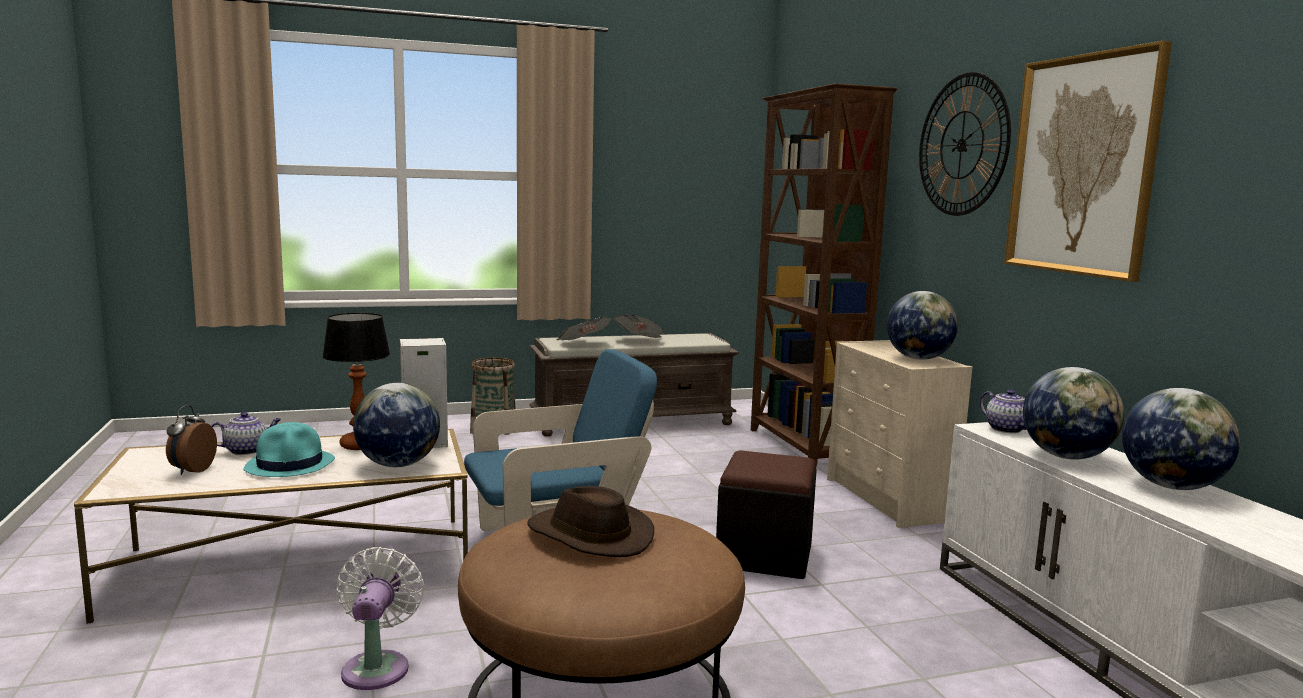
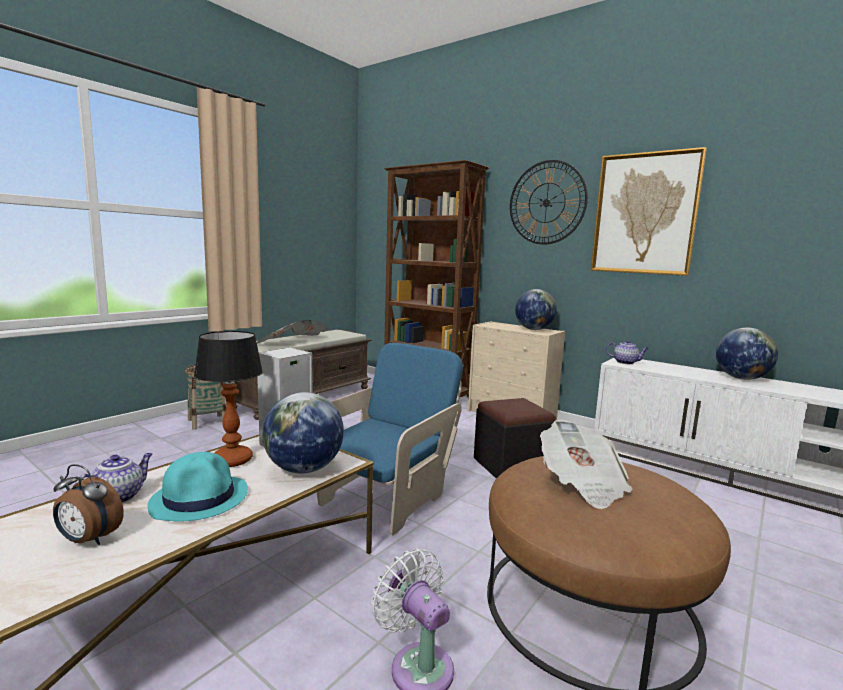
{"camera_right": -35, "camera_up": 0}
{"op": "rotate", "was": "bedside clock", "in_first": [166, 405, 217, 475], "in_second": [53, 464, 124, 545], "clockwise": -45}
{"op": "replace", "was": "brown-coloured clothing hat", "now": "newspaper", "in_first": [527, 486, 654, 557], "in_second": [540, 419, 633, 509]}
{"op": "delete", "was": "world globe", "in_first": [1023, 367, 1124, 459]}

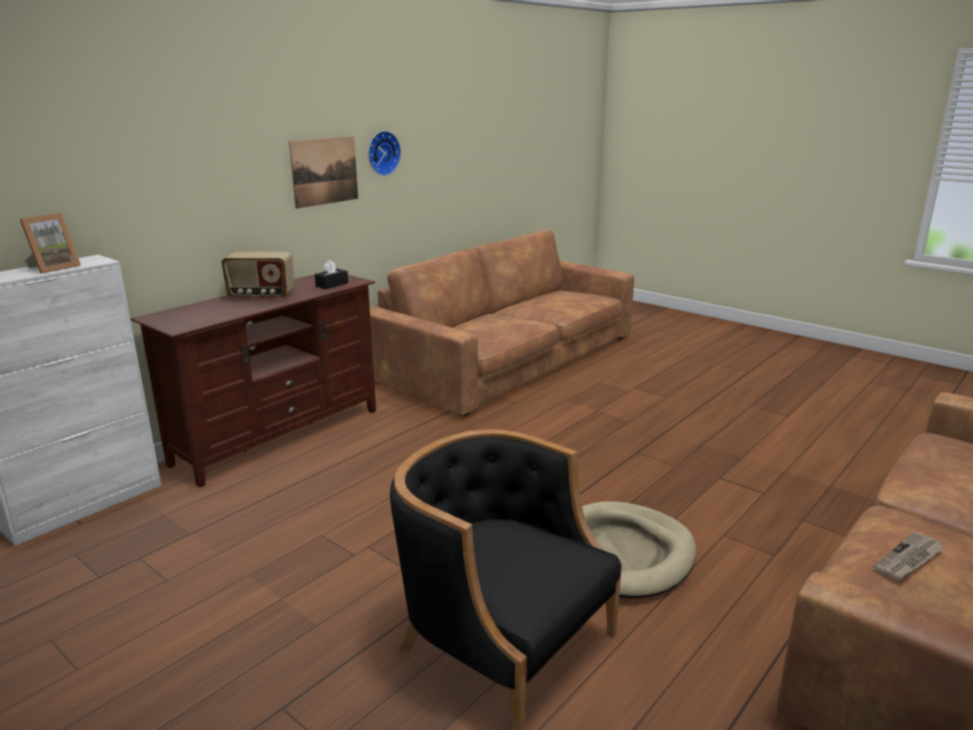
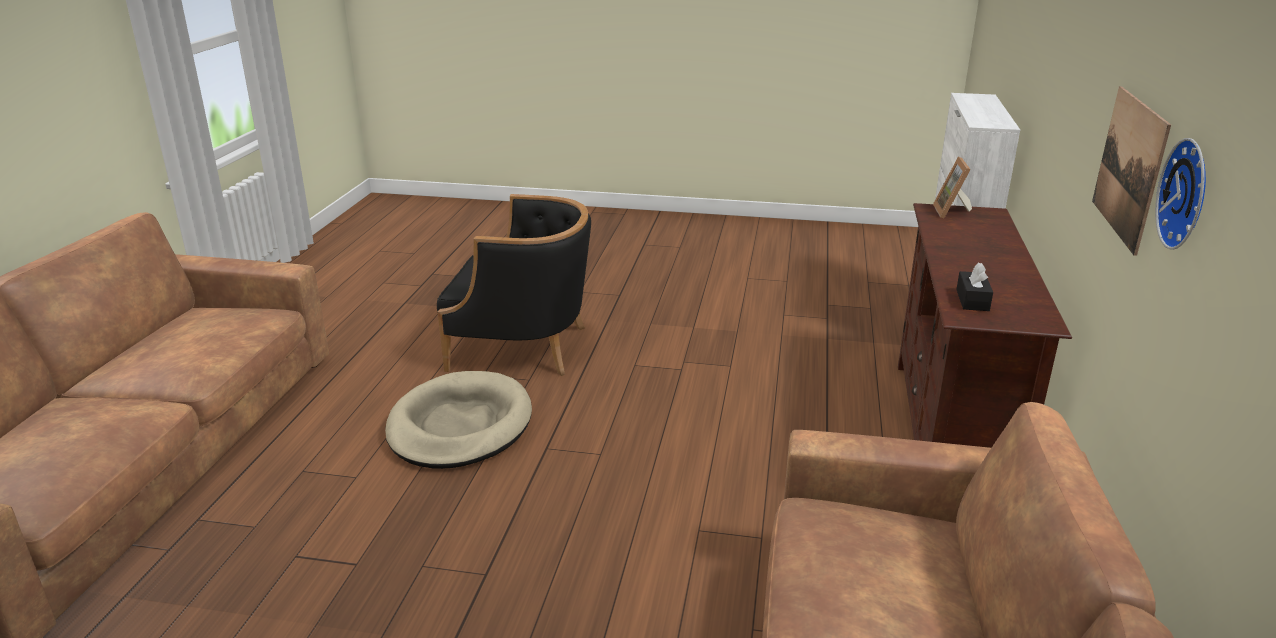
{"camera_right": 150, "camera_up": 5}
{"op": "move", "was": "photo frame", "in_first": [20, 213, 81, 274], "in_second": [933, 157, 972, 218]}
{"op": "delete", "was": "radio", "in_first": [222, 252, 294, 299]}
{"op": "delete", "was": "newspaper", "in_first": [873, 532, 945, 581]}

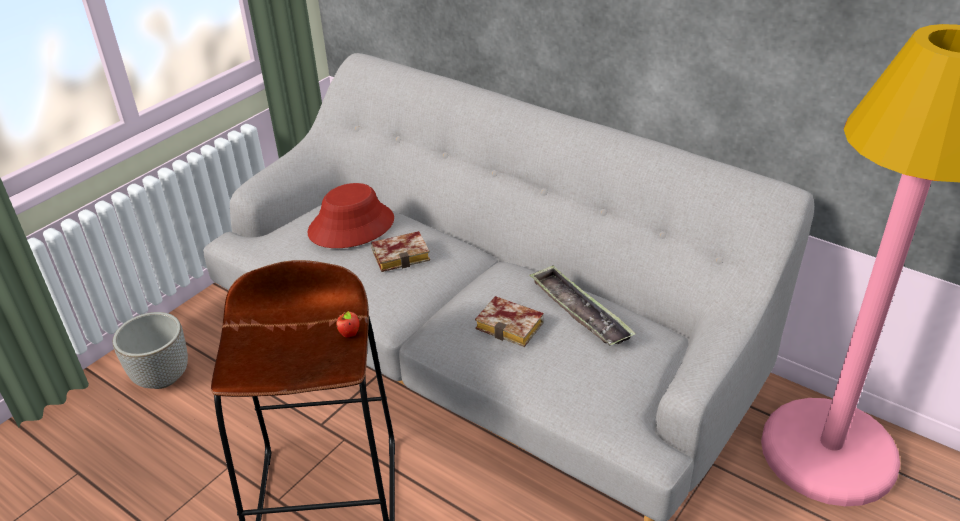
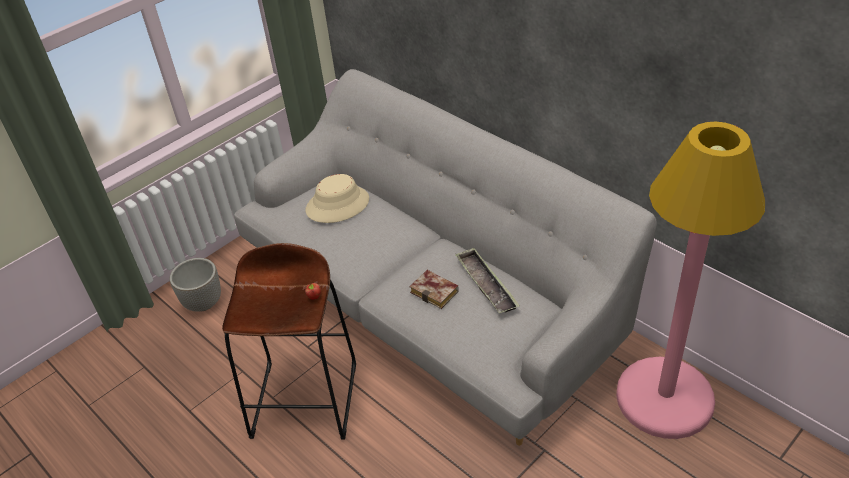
{"camera_right": 10, "camera_up": 5}
{"op": "recolor", "was": "red-coloured clothing hat", "now": "beige-coloured clothing hat", "in_first": [307, 183, 394, 248], "in_second": [305, 174, 369, 223]}
{"op": "delete", "was": "volume", "in_first": [371, 231, 430, 272]}

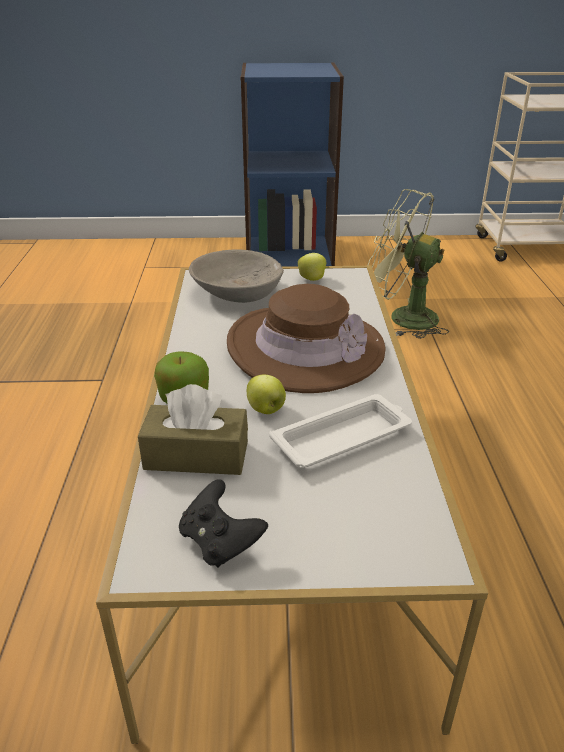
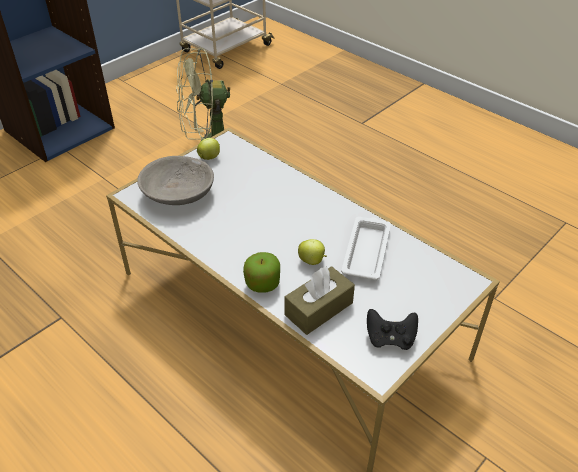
{"camera_right": -45, "camera_up": 10}
{"op": "delete", "was": "brown-coloured clothing hat", "in_first": [227, 284, 386, 393]}

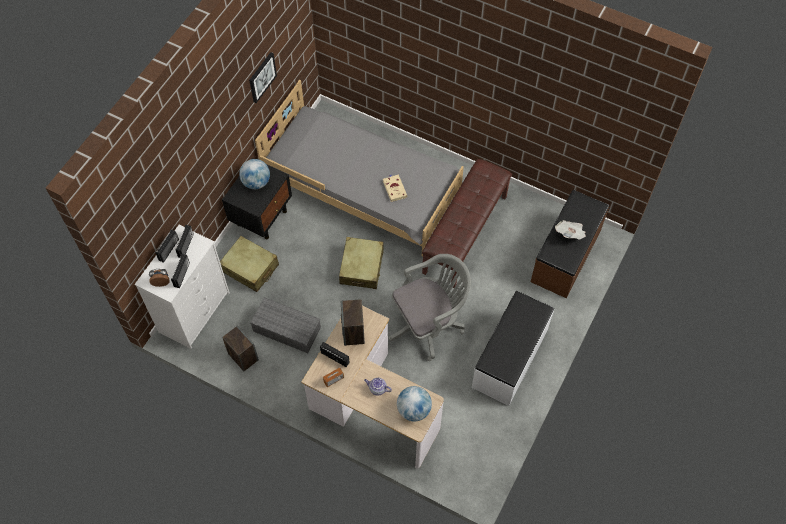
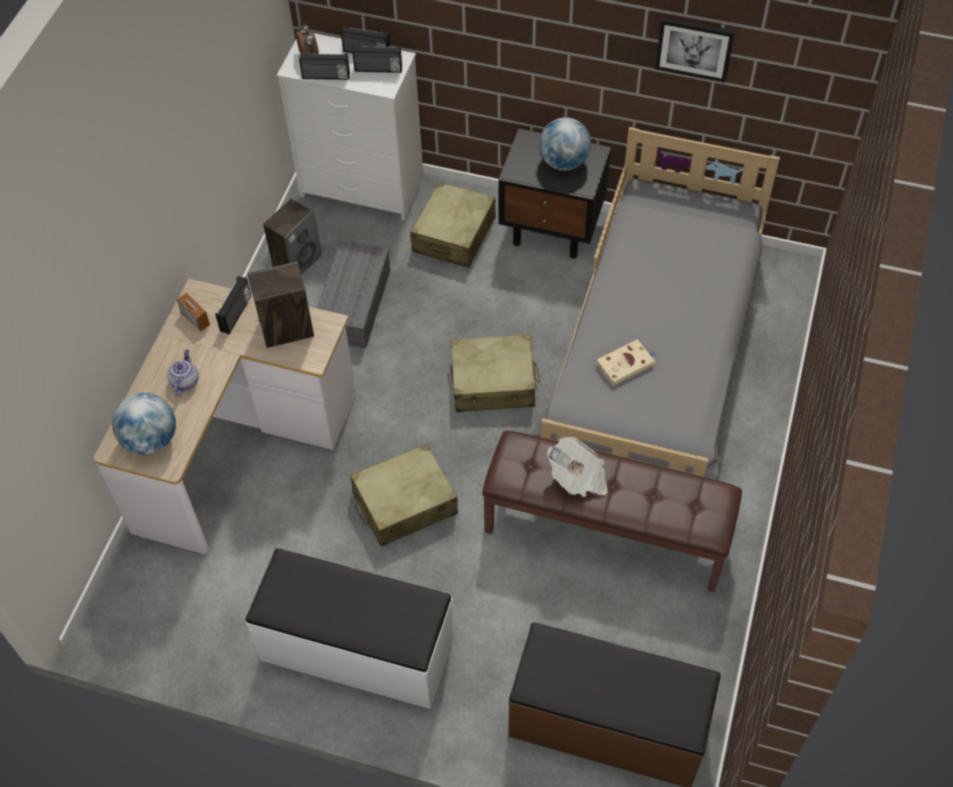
{"camera_right": 80, "camera_up": -5}
{"op": "replace", "was": "gray computer chair", "now": "beige-coloured travel case", "in_first": [389, 254, 471, 361], "in_second": [350, 443, 458, 547]}
{"op": "move", "was": "newspaper", "in_first": [555, 220, 586, 240], "in_second": [547, 437, 608, 497]}

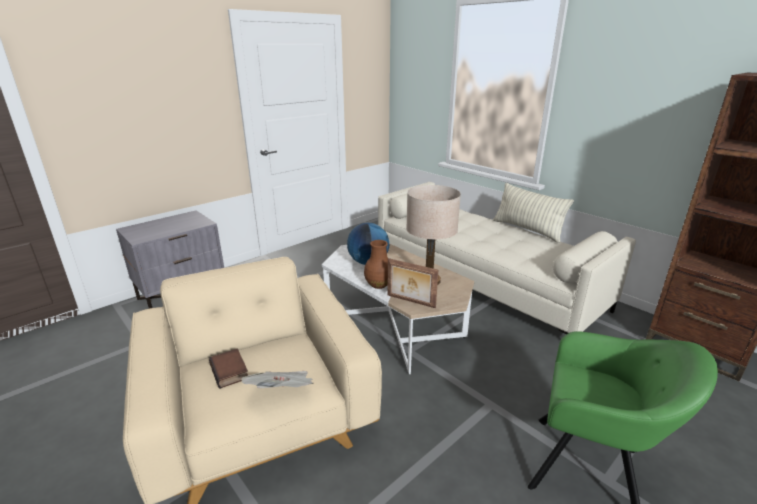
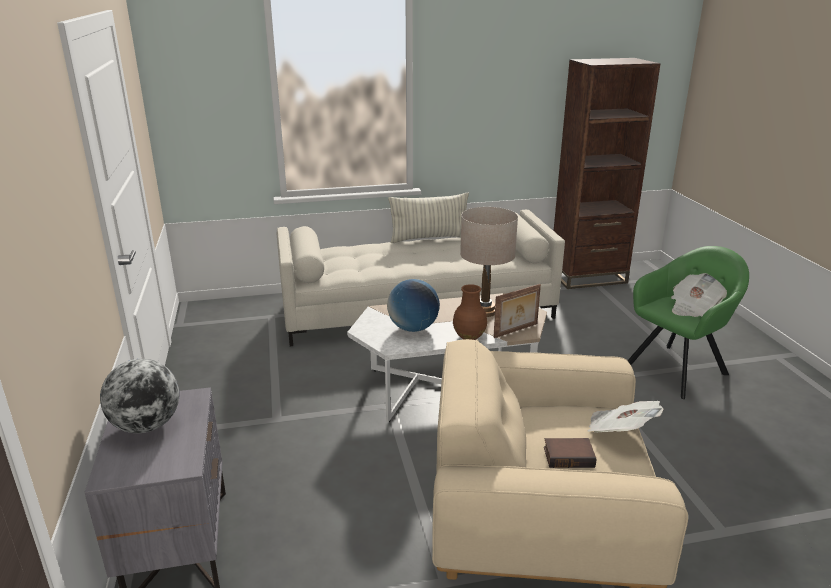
{"camera_right": -60, "camera_up": 0}
{"op": "insert", "now": "world globe", "in_second": [100, 359, 179, 433]}
{"op": "insert", "now": "newspaper", "in_second": [671, 273, 727, 317]}

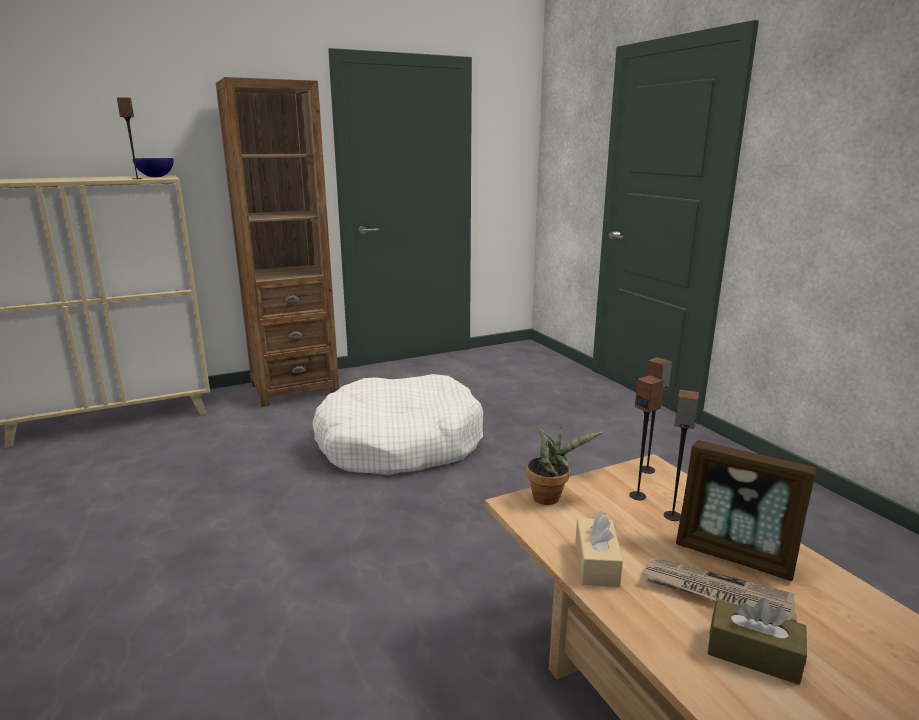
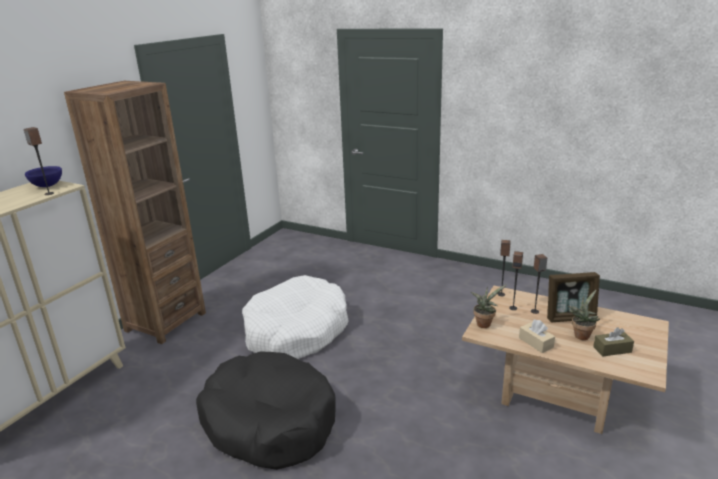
{"camera_right": -35, "camera_up": 5}
{"op": "replace", "was": "newspaper", "now": "potted plant", "in_first": [643, 557, 797, 622], "in_second": [568, 290, 600, 340]}
{"op": "insert", "now": "blackish dog bed", "in_second": [196, 351, 336, 470]}

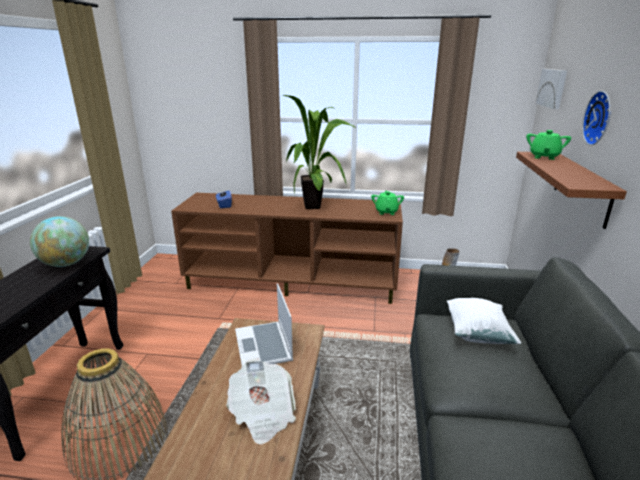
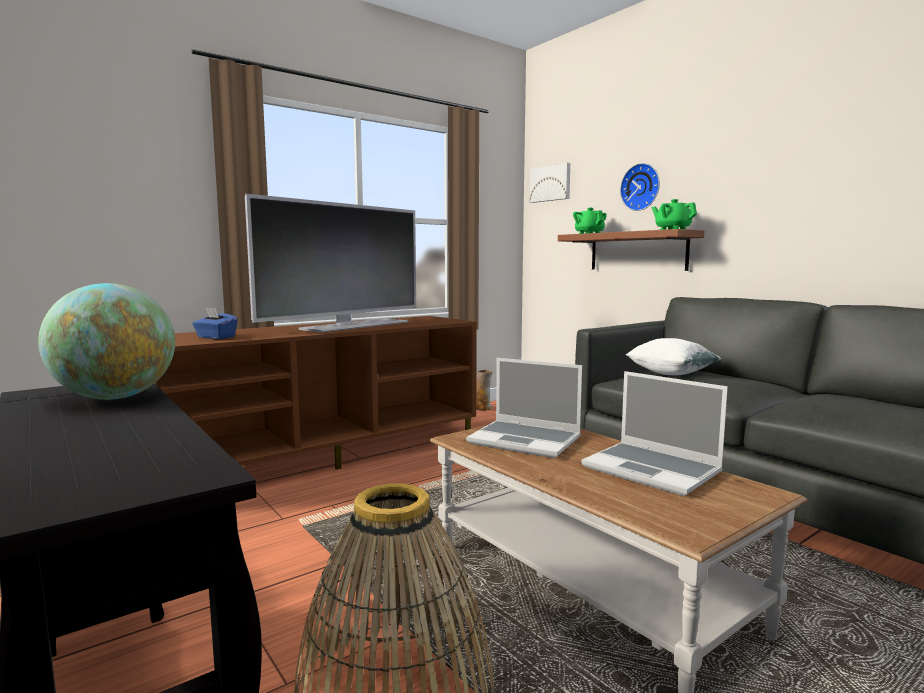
{"camera_right": -45, "camera_up": -15}
{"op": "replace", "was": "newspaper", "now": "portable computer", "in_first": [226, 358, 296, 445], "in_second": [581, 371, 728, 496]}
{"op": "replace", "was": "potted plant", "now": "TV", "in_first": [283, 95, 356, 209], "in_second": [245, 194, 416, 333]}
{"op": "move", "was": "green teapot", "in_first": [371, 191, 404, 215], "in_second": [652, 199, 697, 230]}

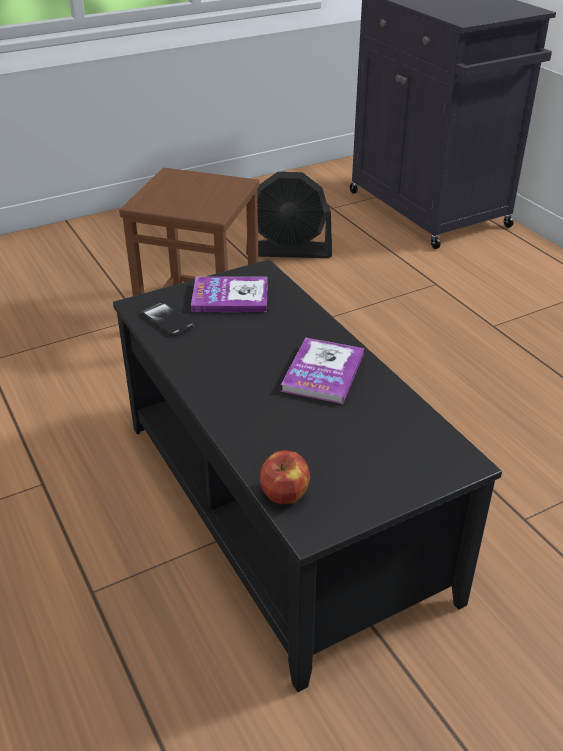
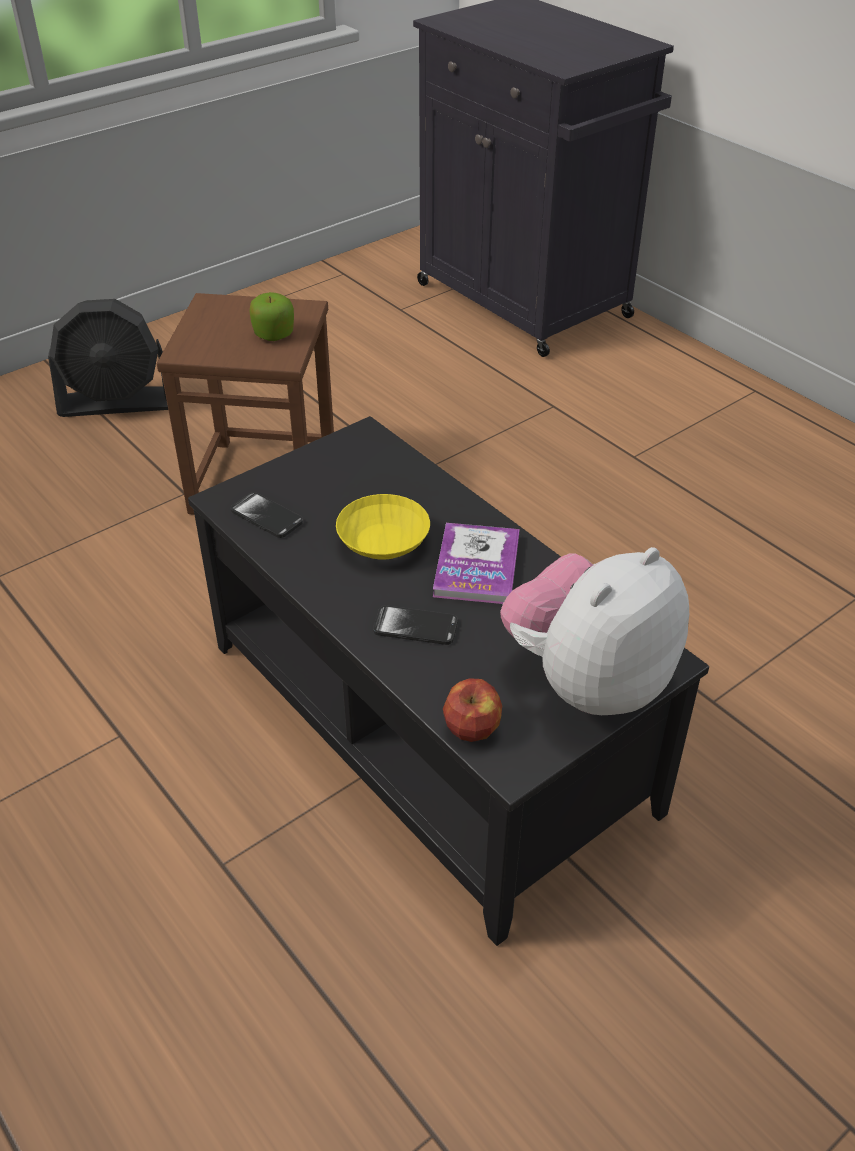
{"camera_right": -10, "camera_up": 5}
{"op": "delete", "was": "volume", "in_first": [191, 277, 268, 312]}
{"op": "move", "was": "blackish fan", "in_first": [246, 172, 332, 258], "in_second": [48, 299, 168, 417]}
{"op": "insert", "now": "whole apple", "in_second": [249, 292, 294, 341]}
{"op": "insert", "now": "yellow deep dish", "in_second": [336, 494, 430, 560]}
{"op": "insert", "now": "handset", "in_second": [373, 605, 458, 645]}
{"op": "insert", "now": "plush toy", "in_second": [500, 547, 689, 715]}

